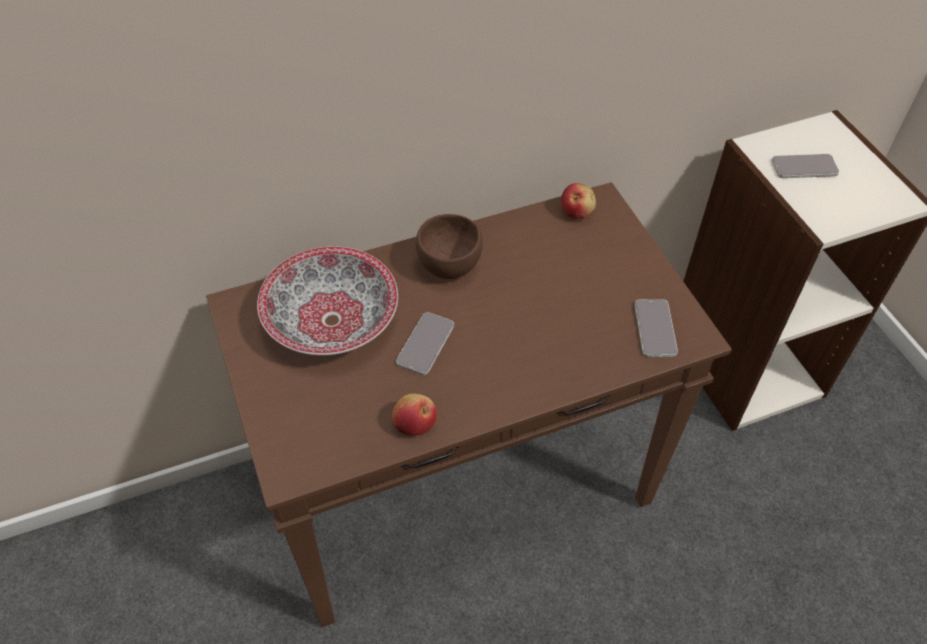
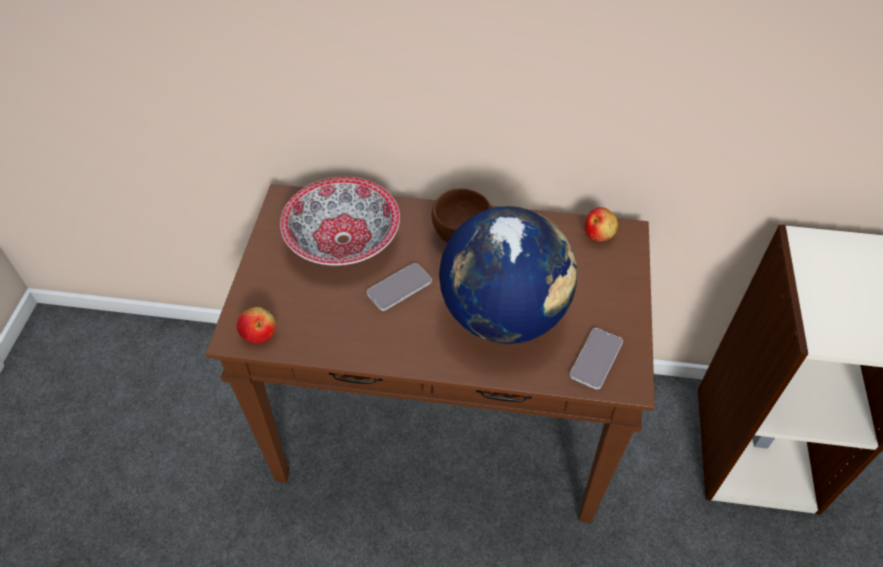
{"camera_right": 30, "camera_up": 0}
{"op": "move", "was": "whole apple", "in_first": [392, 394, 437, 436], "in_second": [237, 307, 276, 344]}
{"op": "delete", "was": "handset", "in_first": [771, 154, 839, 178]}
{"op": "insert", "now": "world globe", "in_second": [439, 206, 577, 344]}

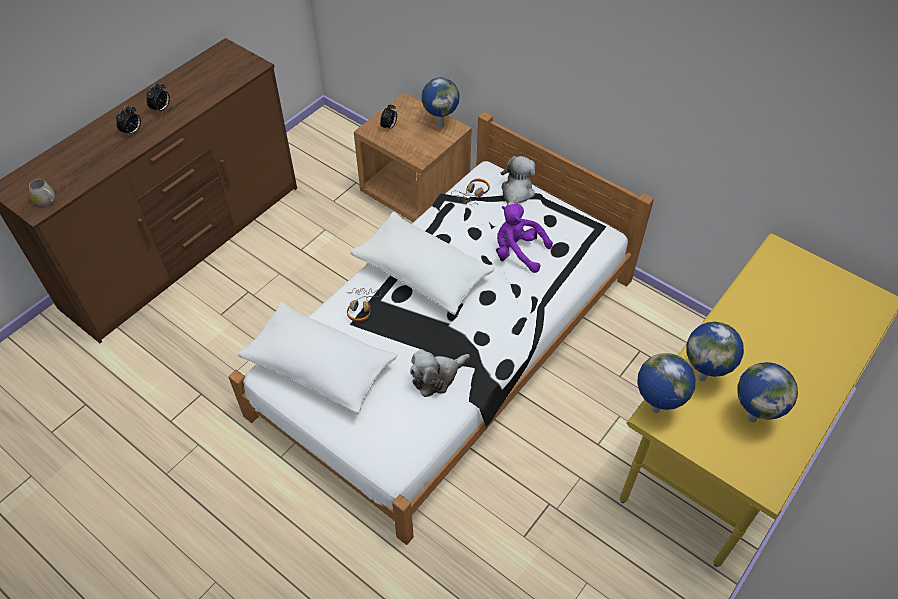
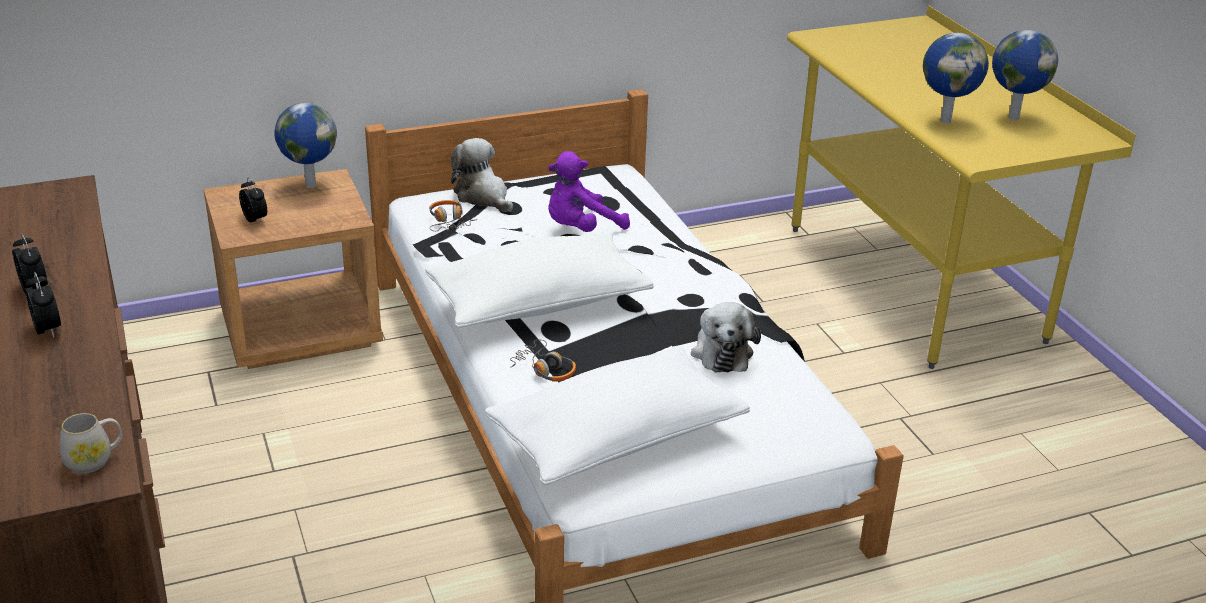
{"camera_right": -60, "camera_up": -20}
{"op": "delete", "was": "world globe", "in_first": [637, 353, 695, 413]}

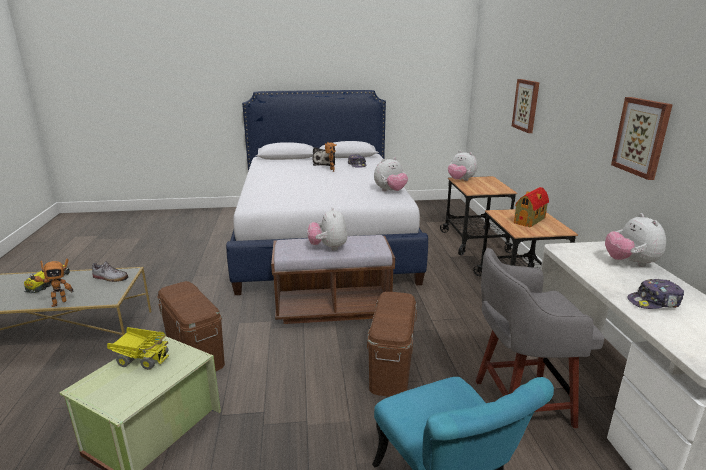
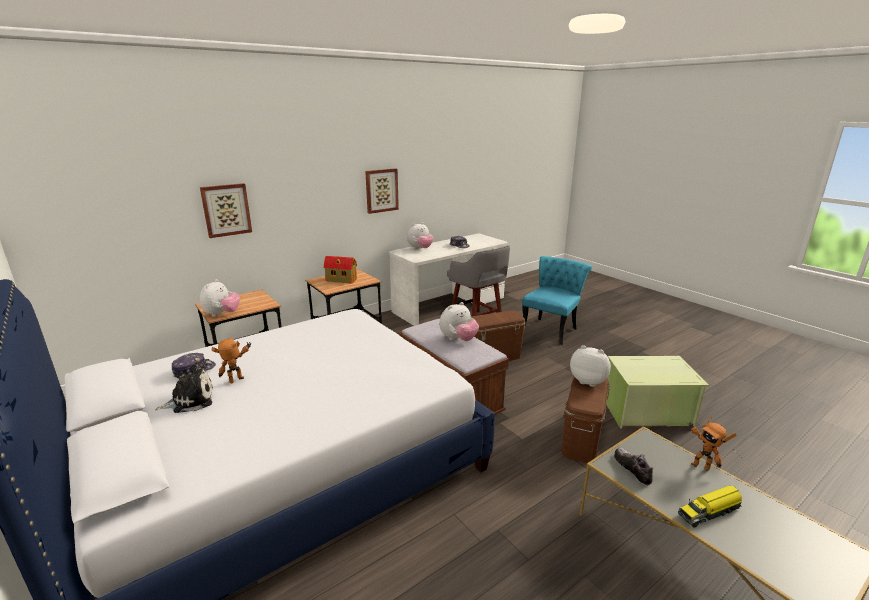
{"camera_right": -120, "camera_up": 0}
{"op": "rotate", "was": "toy robot", "in_first": [29, 259, 73, 307], "in_second": [688, 417, 737, 471], "clockwise": -150}
{"op": "delete", "was": "toy truck", "in_first": [107, 327, 169, 370]}
{"op": "move", "was": "plush toy", "in_first": [374, 157, 408, 191], "in_second": [570, 345, 611, 387]}

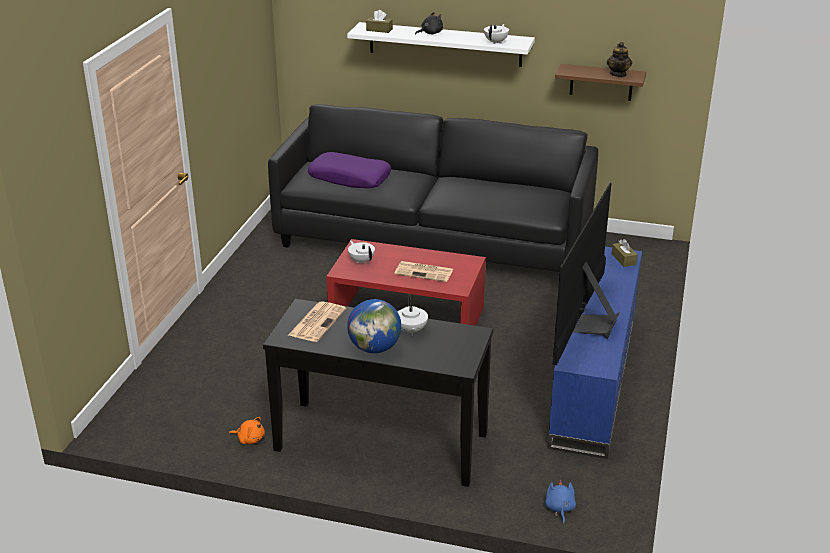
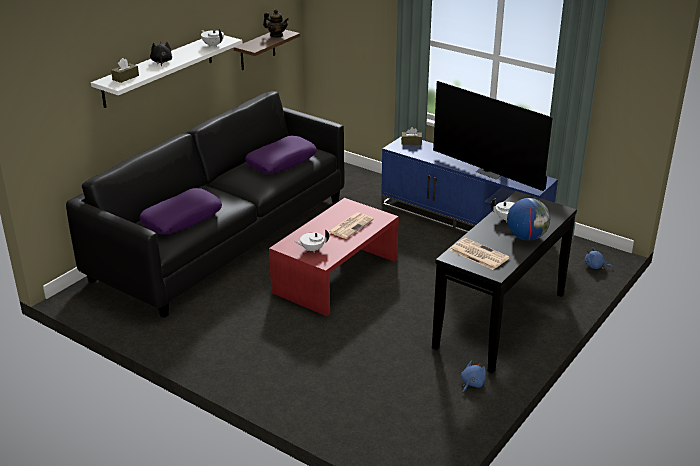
{"camera_right": -70, "camera_up": 0}
{"op": "recolor", "was": "orange plush toy", "now": "blue-coloured plush toy", "in_first": [229, 417, 265, 444], "in_second": [461, 361, 486, 393]}
{"op": "insert", "now": "purplish pillow", "in_second": [245, 136, 317, 174]}

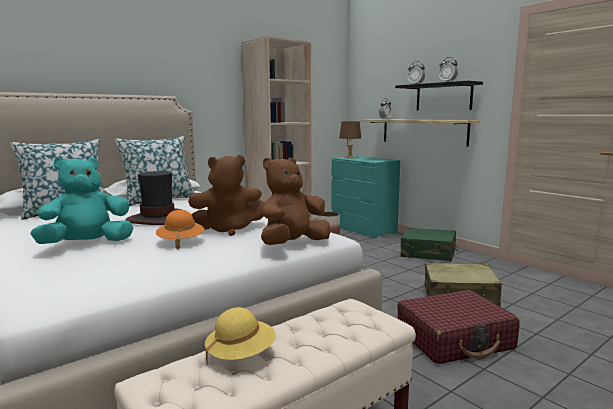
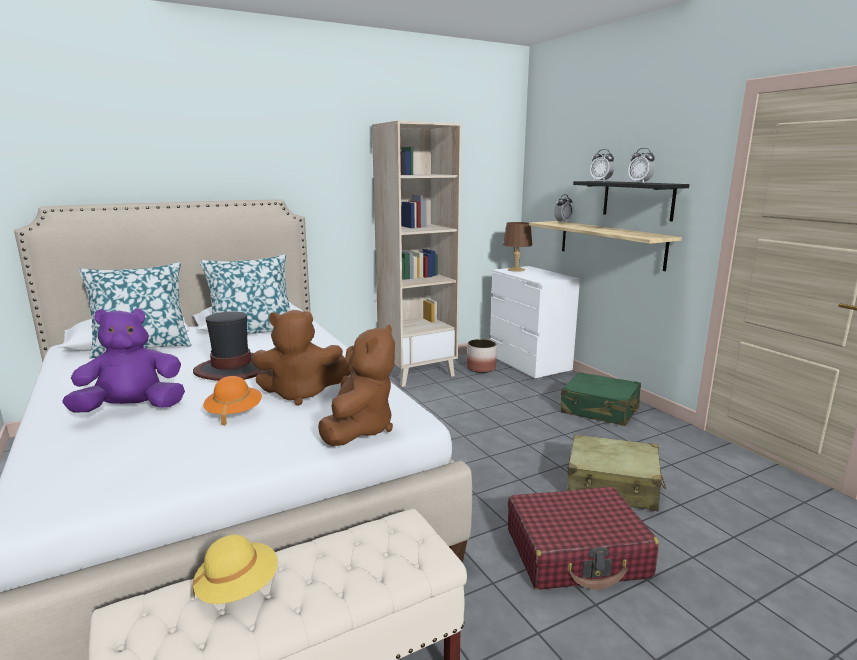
{"camera_right": 10, "camera_up": 5}
{"op": "recolor", "was": "blue-green plush toy", "now": "purplish plush toy", "in_first": [30, 157, 133, 244], "in_second": [62, 308, 185, 412]}
{"op": "rotate", "was": "brown-coloured plush toy", "in_first": [261, 158, 330, 245], "in_second": [318, 324, 395, 446], "clockwise": 135}
{"op": "recolor", "was": "blue-green dresser", "now": "white-coloured dresser", "in_first": [331, 156, 400, 239], "in_second": [490, 266, 580, 380]}

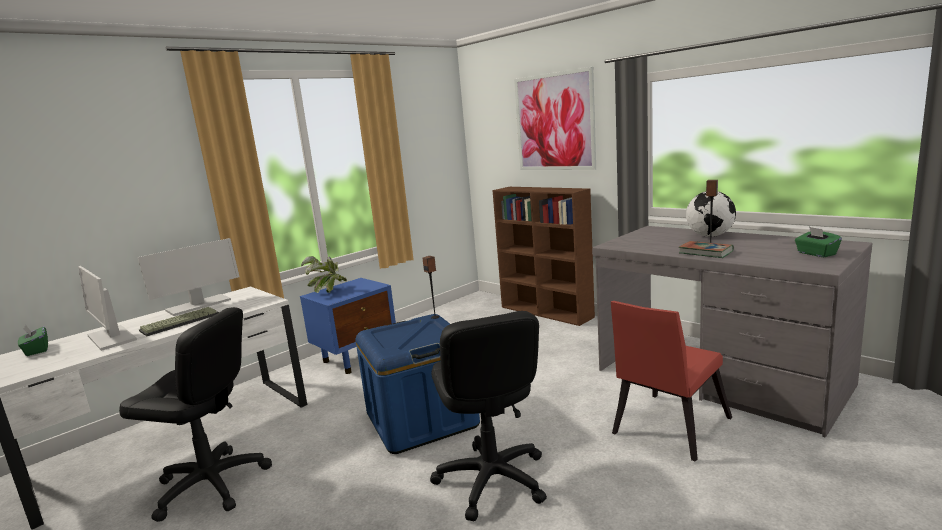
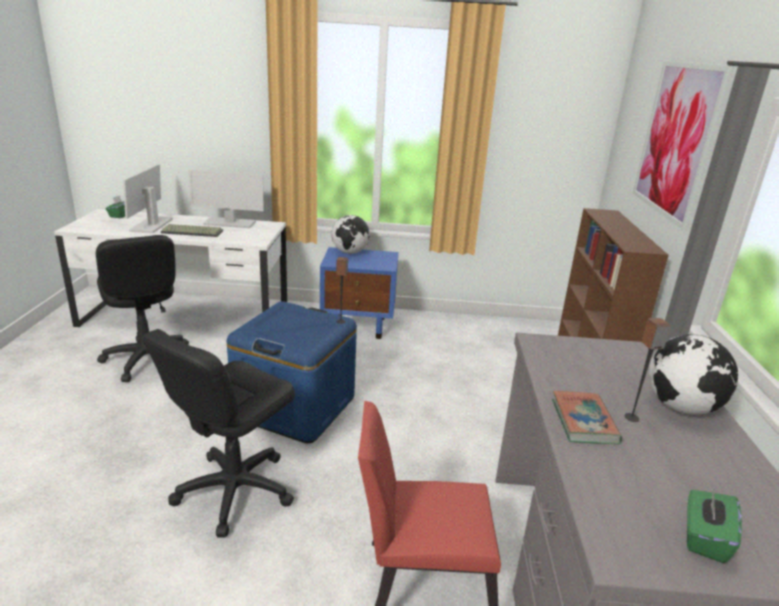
{"camera_right": 45, "camera_up": 10}
{"op": "replace", "was": "potted plant", "now": "world globe", "in_first": [301, 256, 347, 293], "in_second": [331, 215, 370, 254]}

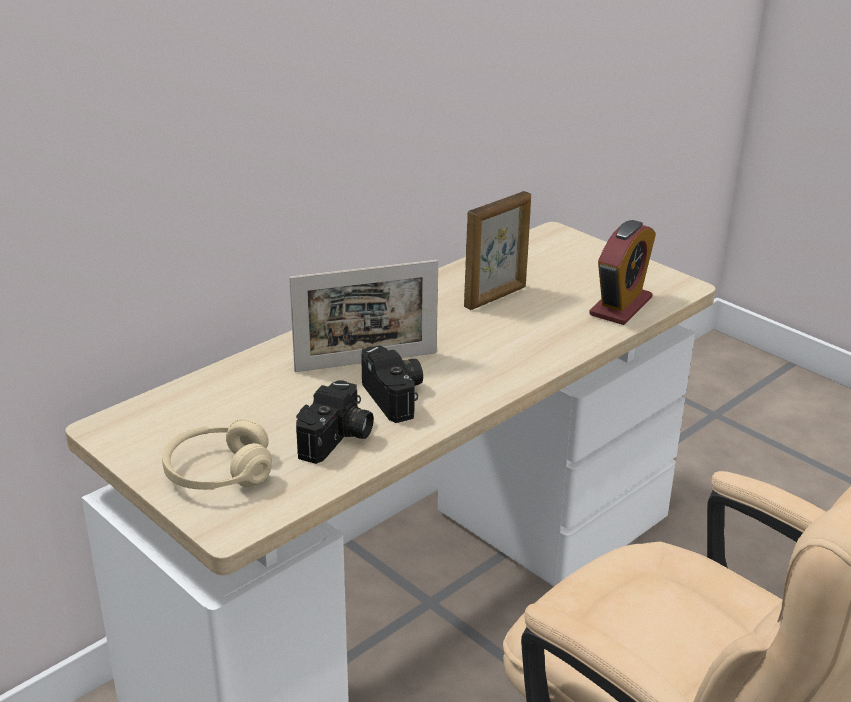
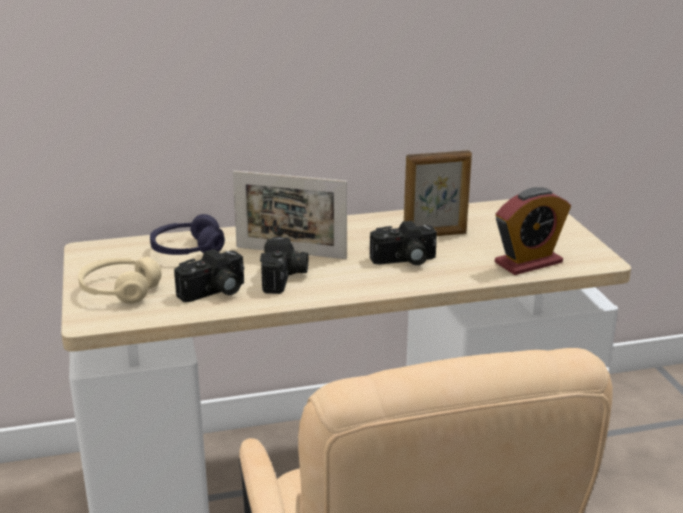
{"camera_right": 30, "camera_up": -5}
{"op": "insert", "now": "purplish headset", "in_second": [150, 214, 225, 255]}
{"op": "insert", "now": "photo camera", "in_second": [370, 221, 437, 265]}

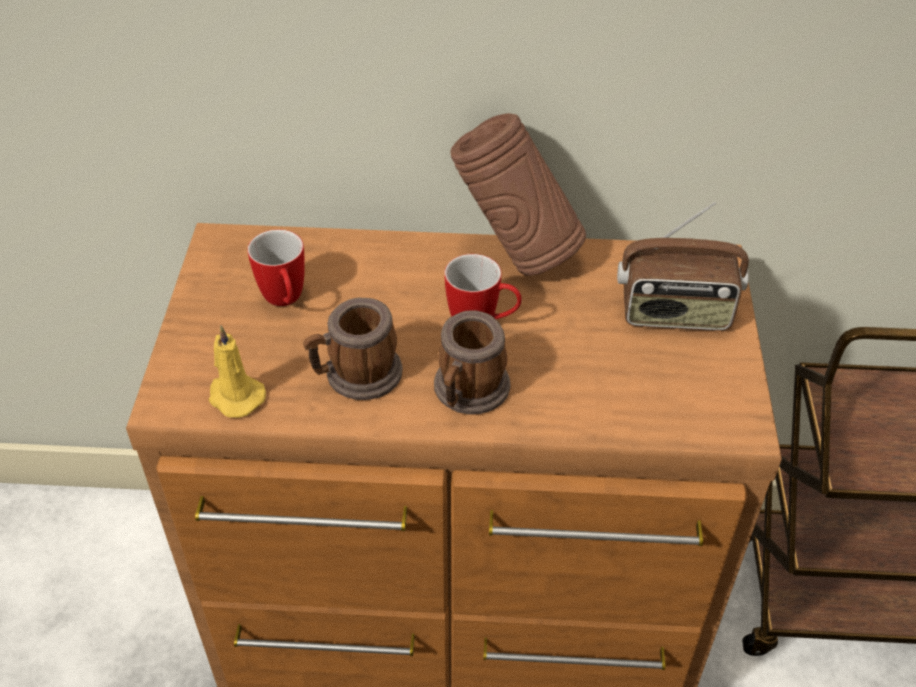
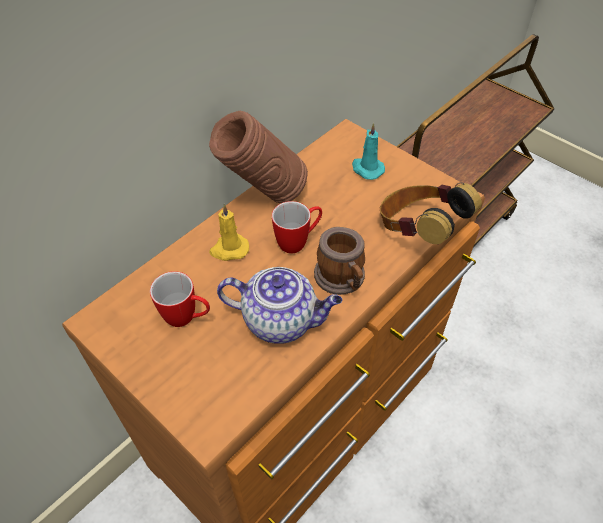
{"camera_right": -50, "camera_up": 5}
{"op": "move", "was": "yellow wax candle", "in_first": [208, 326, 266, 418], "in_second": [209, 204, 249, 261]}
{"op": "replace", "was": "mug", "now": "teapot", "in_first": [303, 298, 402, 400], "in_second": [217, 267, 342, 344]}
{"op": "replace", "was": "radio", "now": "blue-green wax candle", "in_first": [617, 202, 749, 331], "in_second": [352, 123, 385, 180]}
{"op": "insert", "now": "headset", "in_second": [380, 183, 482, 244]}

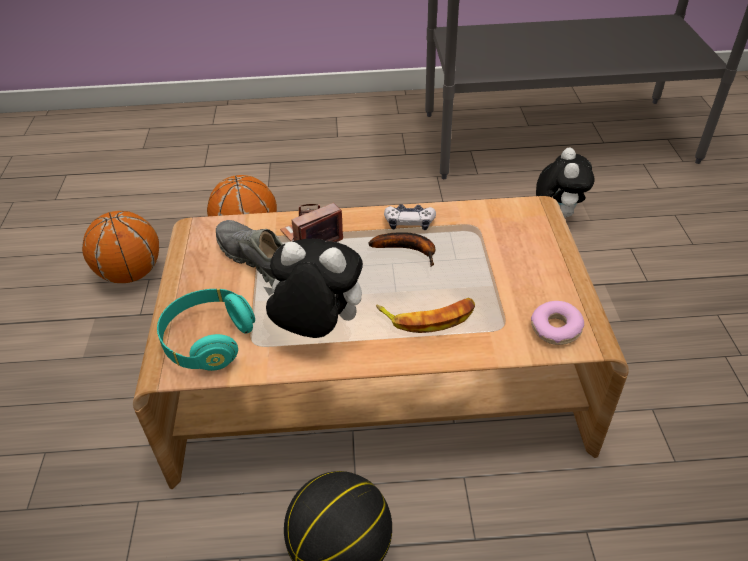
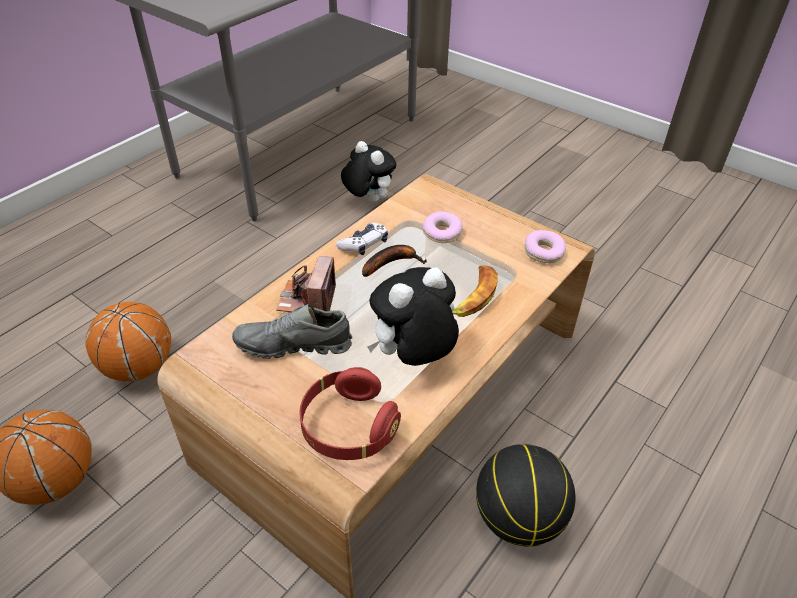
{"camera_right": -50, "camera_up": 0}
{"op": "recolor", "was": "blue-green headset", "now": "red-coloured headset", "in_first": [157, 289, 255, 371], "in_second": [300, 367, 401, 460]}
{"op": "insert", "now": "donut", "in_second": [423, 212, 463, 243]}

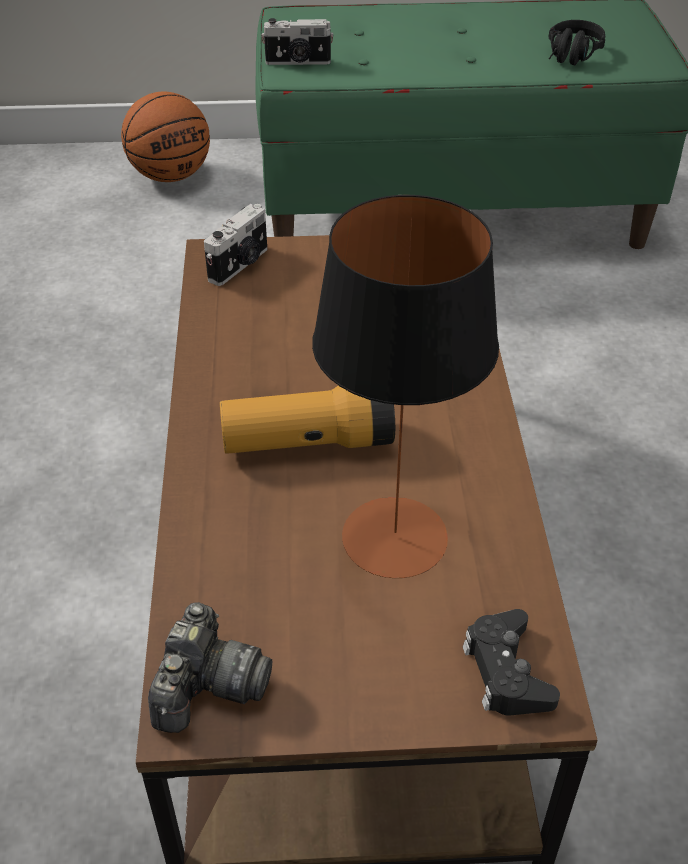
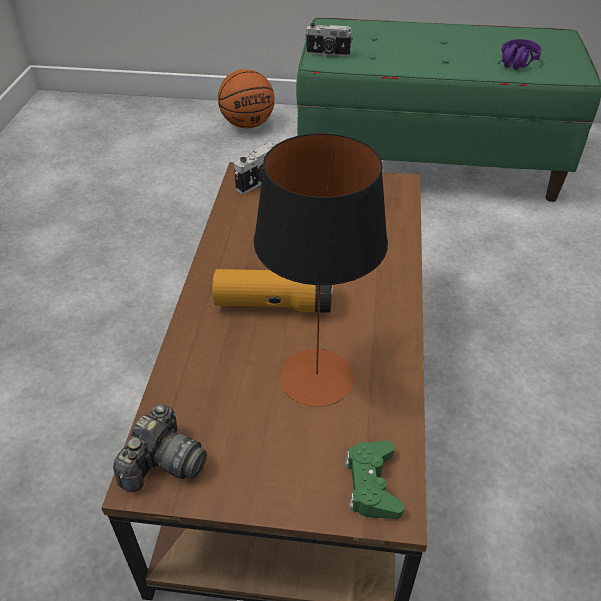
{"camera_right": 10, "camera_up": 0}
{"op": "recolor", "was": "blackish gamepad", "now": "green gamepad", "in_first": [463, 609, 560, 716], "in_second": [345, 441, 404, 519]}
{"op": "recolor", "was": "blackish headset", "now": "purplish headset", "in_first": [549, 20, 605, 65], "in_second": [498, 39, 541, 70]}

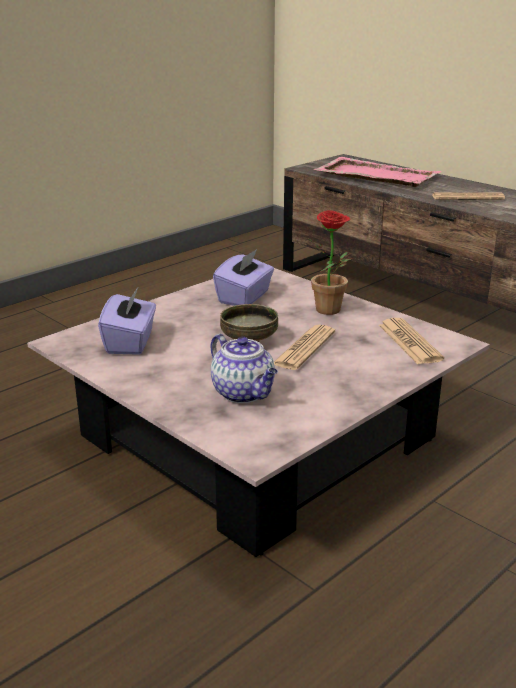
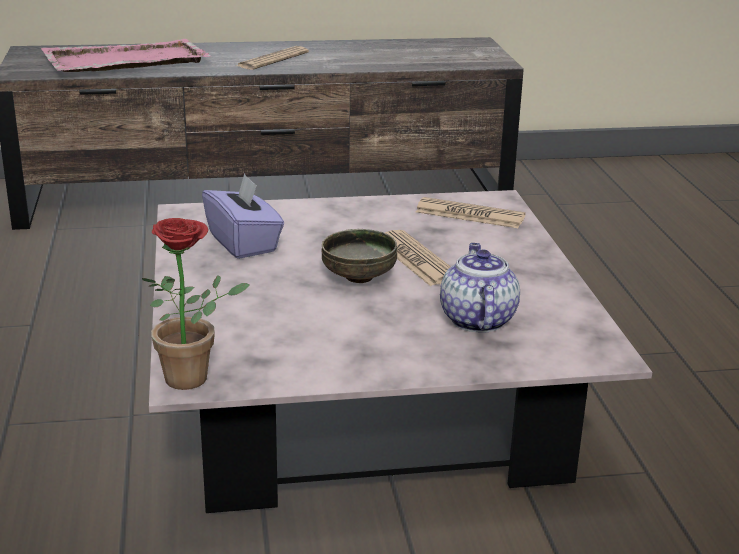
{"camera_right": -55, "camera_up": 0}
{"op": "delete", "was": "purplish tissue holder", "in_first": [98, 286, 156, 355]}
{"op": "rotate", "was": "teapot", "in_first": [211, 334, 278, 403], "in_second": [440, 243, 520, 333], "clockwise": -90}
{"op": "move", "was": "potted plant", "in_first": [307, 210, 351, 315], "in_second": [142, 218, 250, 390]}

